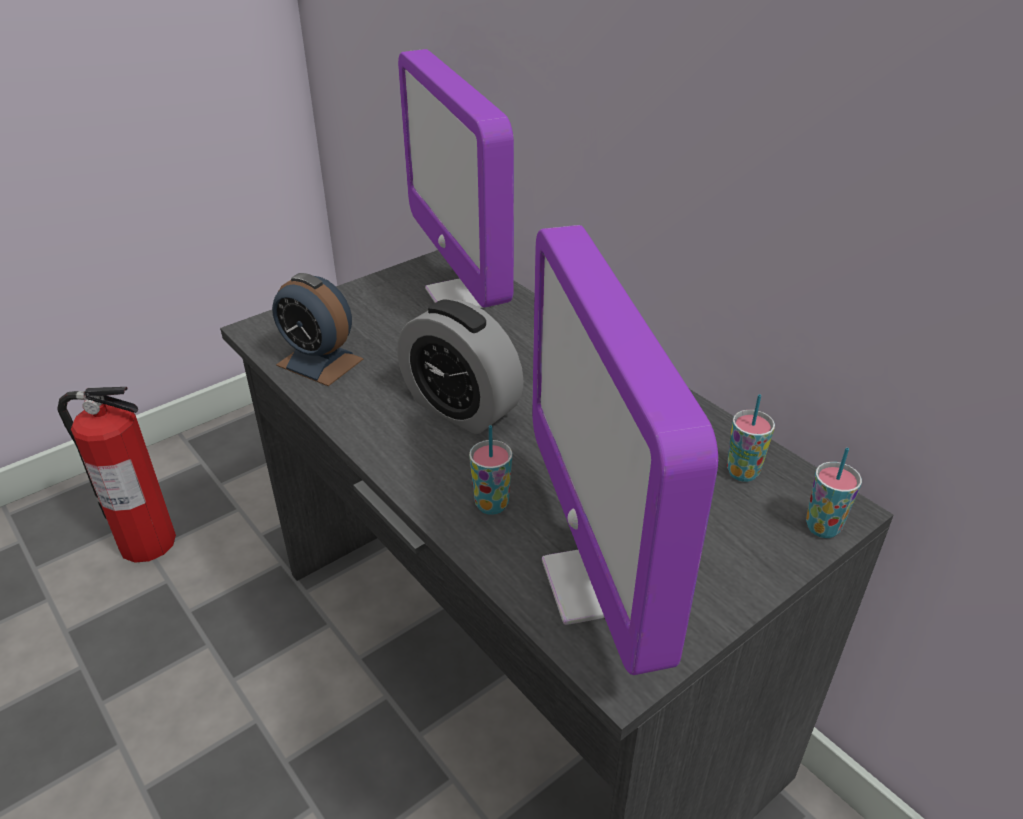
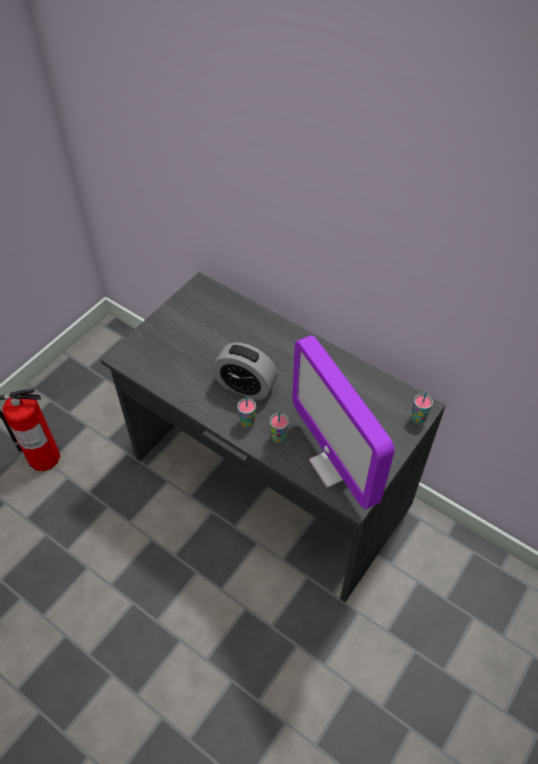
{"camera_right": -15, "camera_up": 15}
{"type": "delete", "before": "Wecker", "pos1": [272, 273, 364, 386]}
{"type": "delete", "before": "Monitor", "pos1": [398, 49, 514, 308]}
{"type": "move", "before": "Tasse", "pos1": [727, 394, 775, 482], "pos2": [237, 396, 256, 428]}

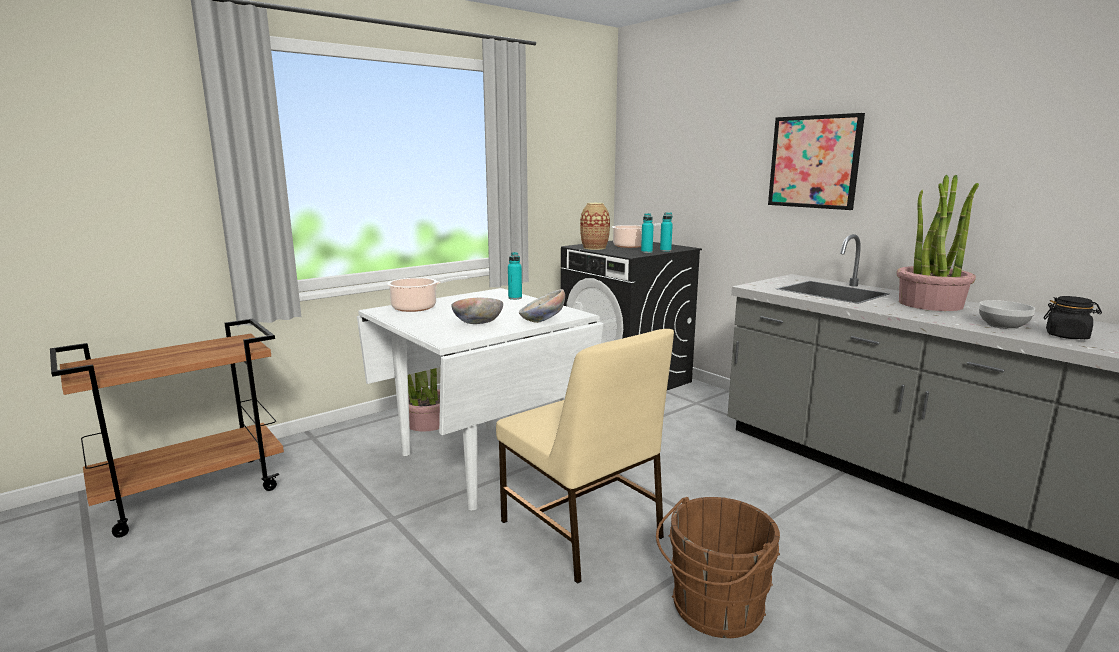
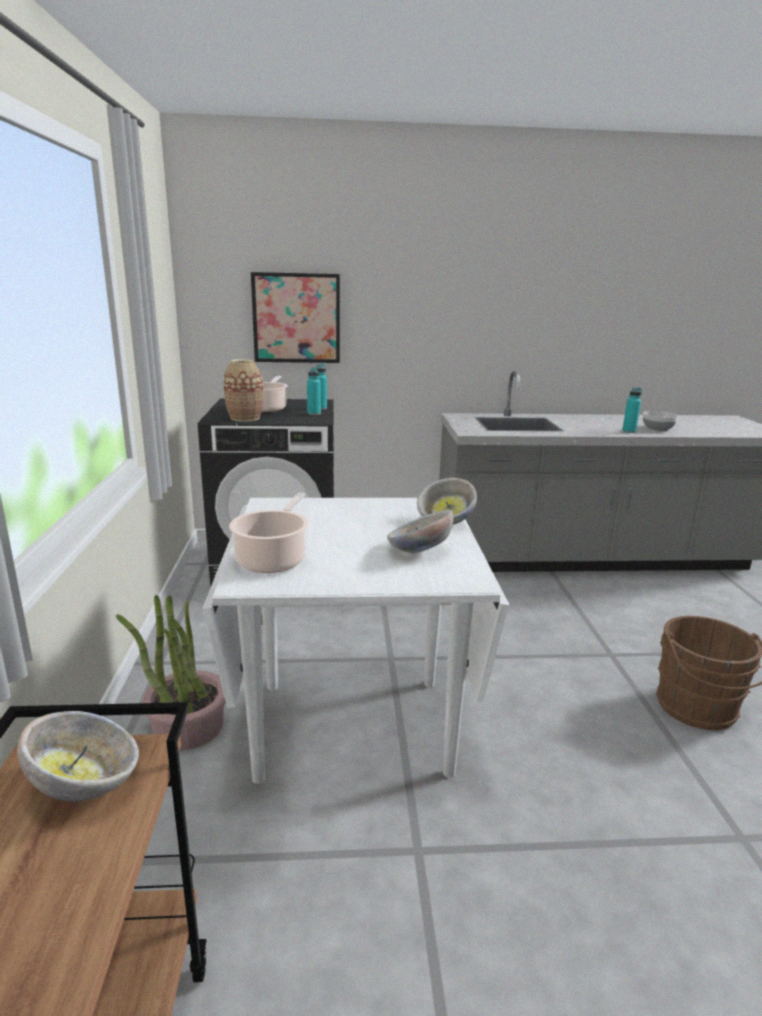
{"camera_right": -55, "camera_up": 5}
{"type": "delete", "before": "Stuhl/beige", "pos1": [496, 329, 674, 584]}
{"type": "move", "before": "Flasche/türkis", "pos1": [508, 252, 522, 300], "pos2": [622, 387, 642, 433]}
{"type": "move", "before": "Bild", "pos1": [768, 113, 865, 210], "pos2": [251, 272, 340, 363]}
{"type": "delete", "before": "Topfpflanze", "pos1": [897, 174, 979, 311]}
{"type": "delete", "before": "Vorratsglas/schwarz", "pos1": [1044, 296, 1102, 339]}
{"type": "insert", "after": "Schüssel", "pos2": [17, 711, 139, 802]}

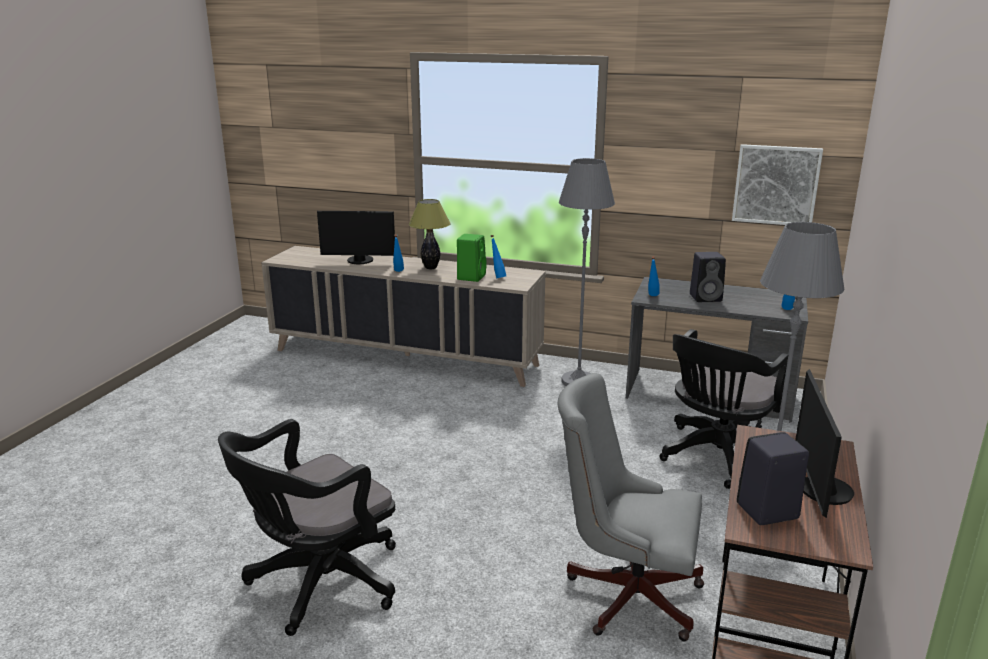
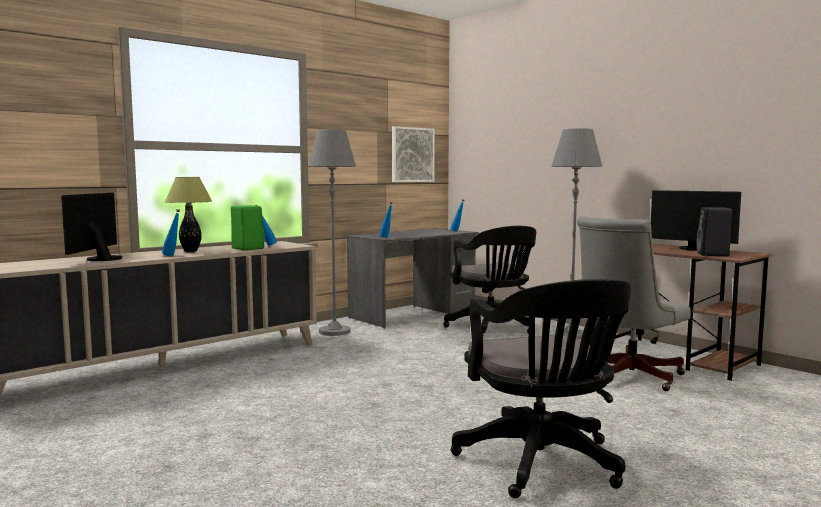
{"camera_right": -60, "camera_up": -15}
{"type": "rotate", "before": "Monitor", "pos1": [317, 211, 395, 264], "pos2": [61, 192, 123, 261], "turn": 150}
{"type": "delete", "before": "Lautsprecher/schwarz", "pos1": [690, 252, 726, 302]}

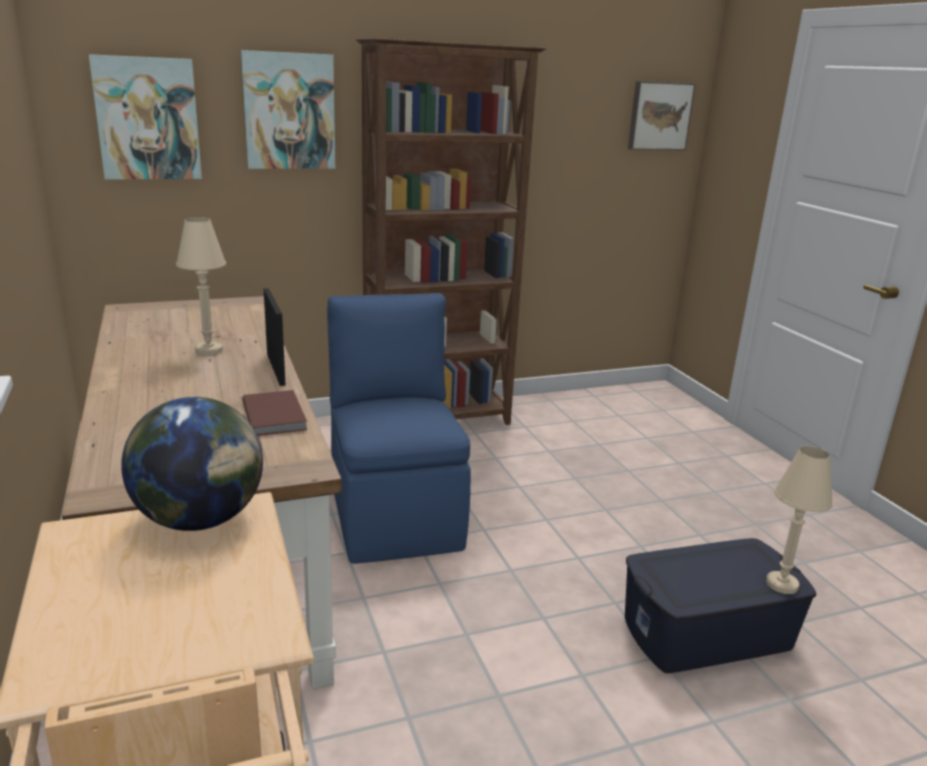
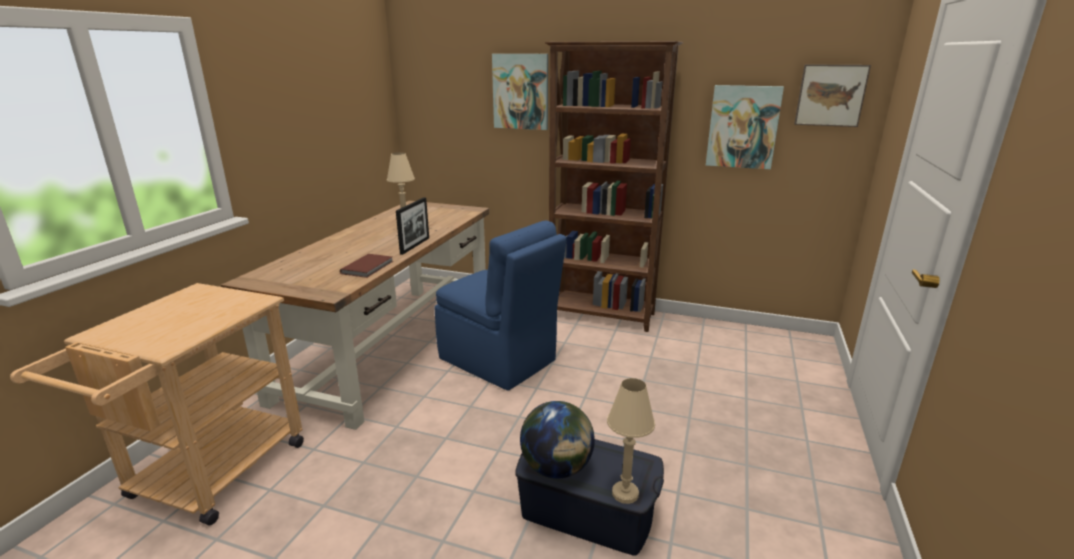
{"camera_right": 40, "camera_up": 0}
{"type": "move", "before": "Bild", "pos1": [89, 54, 202, 179], "pos2": [706, 85, 784, 169]}
{"type": "move", "before": "Globus", "pos1": [121, 397, 263, 531], "pos2": [520, 401, 595, 478]}
{"type": "rotate", "before": "Stuhl/blau", "pos1": [327, 293, 471, 564], "pos2": [435, 220, 567, 391], "turn": 105}

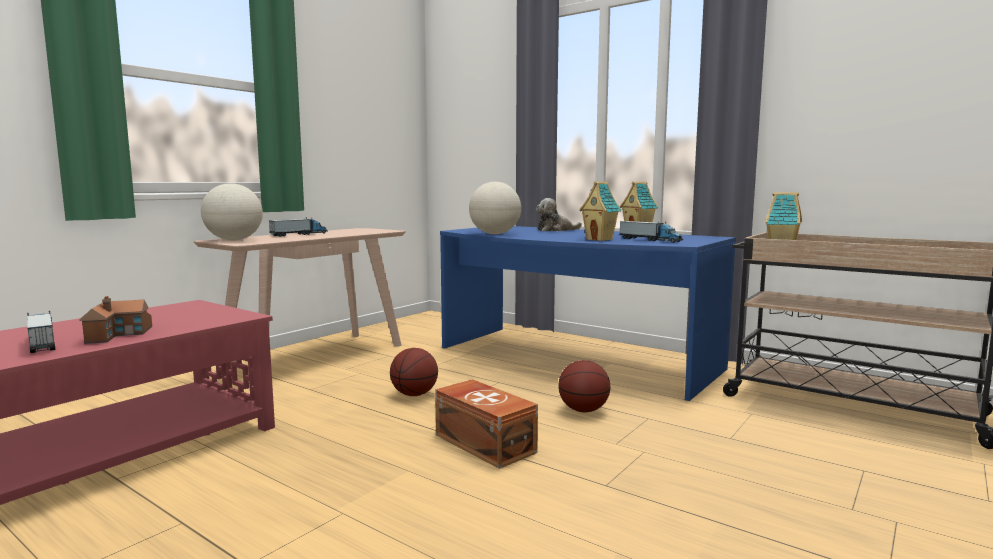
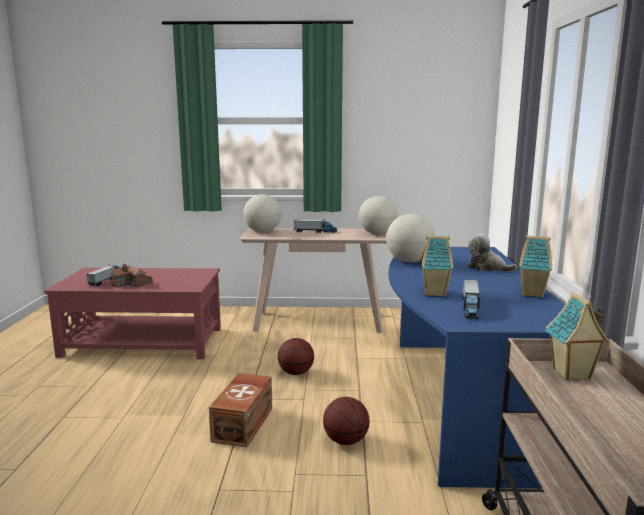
{"camera_right": 55, "camera_up": 5}
{"type": "insert", "after": "Globus", "pos2": [359, 196, 398, 235]}

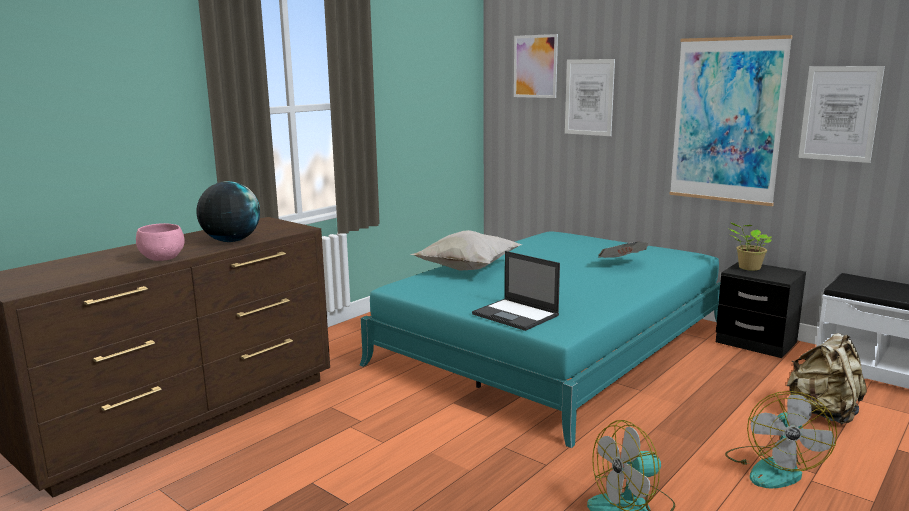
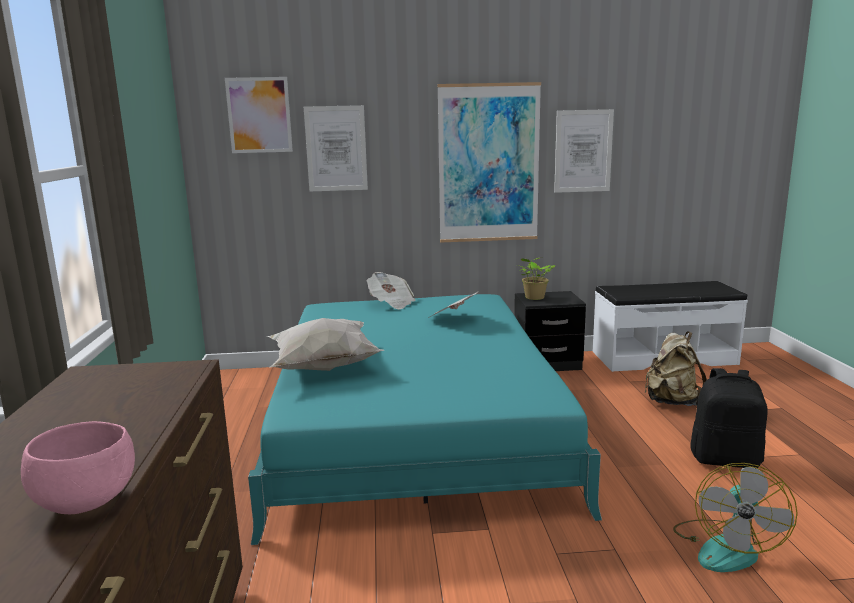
{"camera_right": -45, "camera_up": 0}
{"type": "delete", "before": "Globus", "pos1": [196, 181, 260, 242]}
{"type": "delete", "before": "Laptop", "pos1": [472, 251, 560, 331]}
{"type": "replace", "before": "Ventilator", "after": "Rucksack/schwarz", "pos1": [725, 391, 837, 488], "pos2": [690, 368, 768, 468]}
{"type": "insert", "after": "Zeitung", "pos2": [367, 272, 416, 310]}

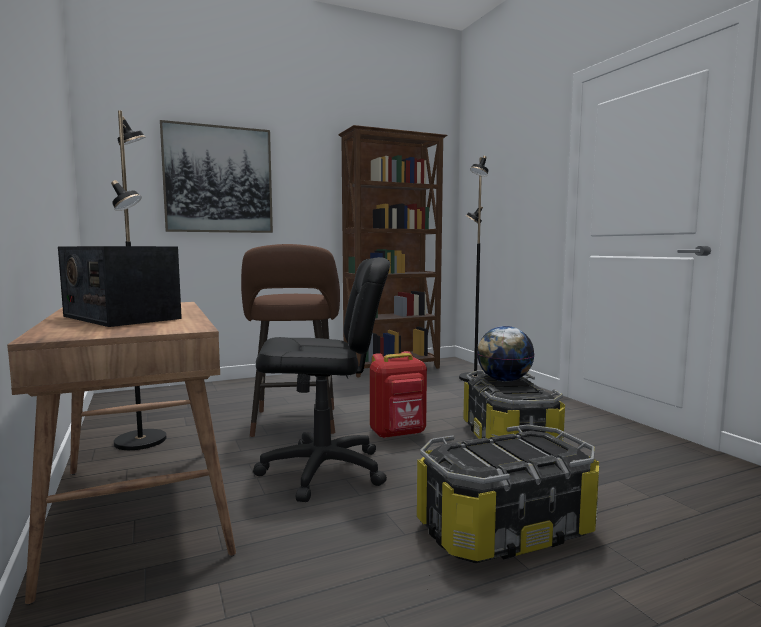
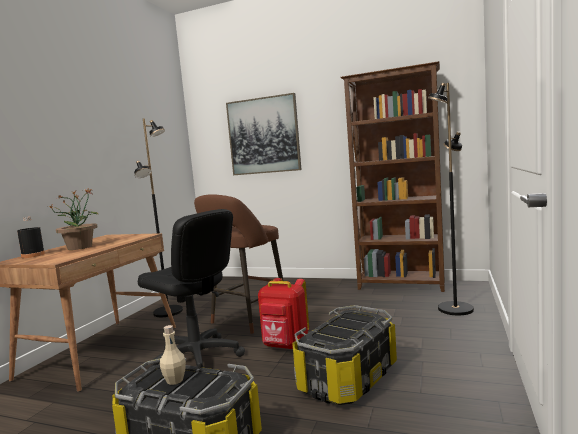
{"camera_right": 45, "camera_up": 0}
{"type": "replace", "before": "Radio", "after": "Topfpflanze", "pos1": [58, 246, 182, 327], "pos2": [49, 188, 99, 250]}
{"type": "delete", "before": "Globus", "pos1": [477, 326, 535, 382]}
{"type": "insert", "after": "Flasche/schwarz", "pos2": [17, 217, 45, 258]}
{"type": "insert", "after": "Flasche/beige", "pos2": [160, 325, 186, 385]}

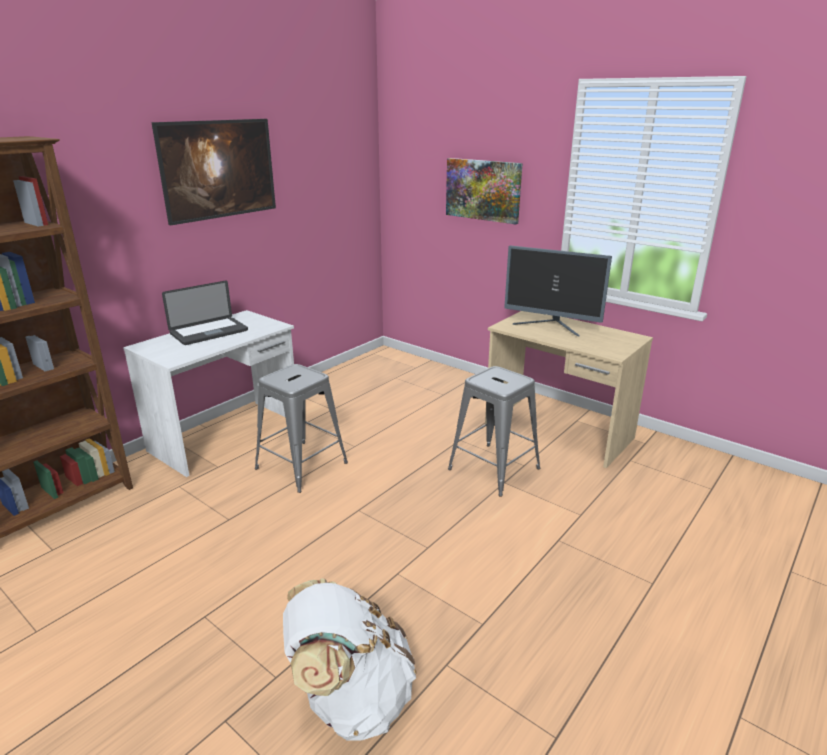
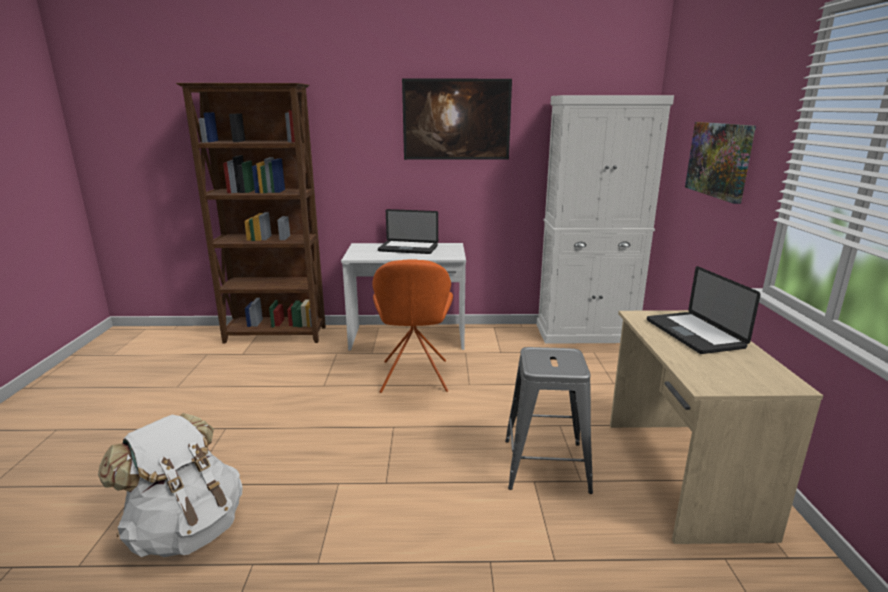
{"camera_right": 50, "camera_up": -5}
{"type": "replace", "before": "Hocker/grau", "after": "Stuhl/orange", "pos1": [255, 364, 348, 493], "pos2": [372, 259, 453, 393]}
{"type": "replace", "before": "Monitor", "after": "Laptop", "pos1": [504, 246, 612, 337], "pos2": [647, 266, 760, 354]}
{"type": "insert", "after": "Schrank/weiß", "pos2": [537, 95, 674, 344]}

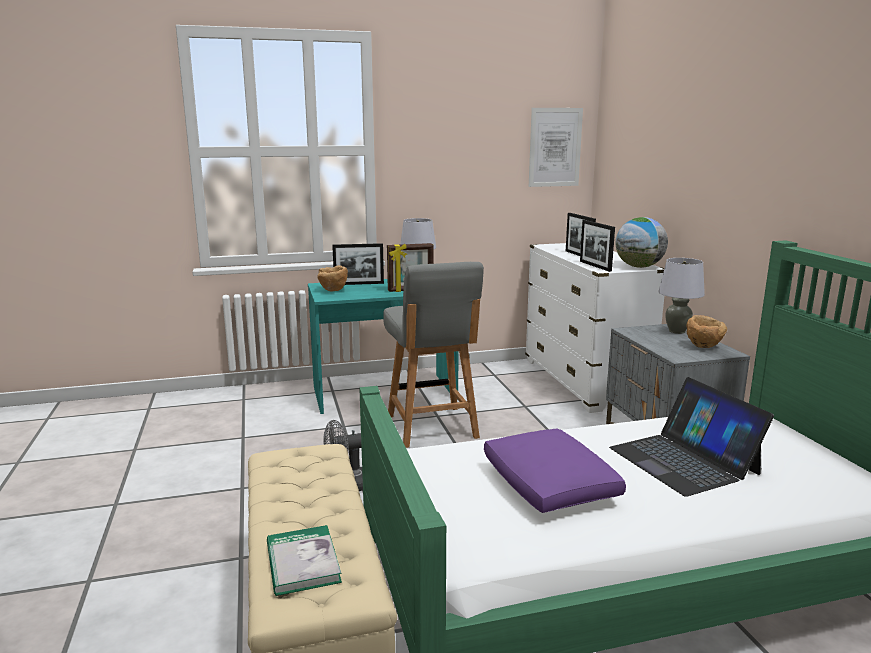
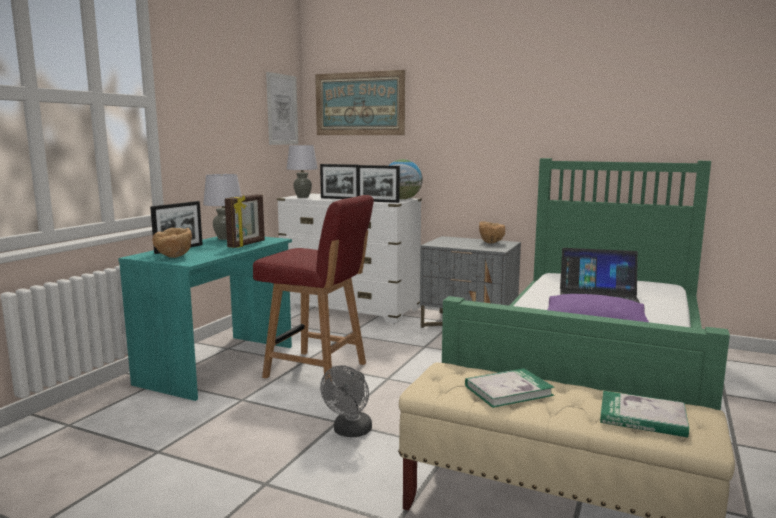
{"camera_right": -50, "camera_up": -5}
{"type": "recolor", "before": "Stuhl/grau", "after": "Stuhl/rot", "pos1": [383, 262, 484, 448], "pos2": [253, 195, 374, 381]}
{"type": "move", "before": "Tischlampe/grau", "pos1": [658, 258, 705, 334], "pos2": [287, 145, 318, 198]}
{"type": "insert", "after": "Bild", "pos2": [315, 70, 405, 135]}
{"type": "insert", "after": "Buch", "pos2": [465, 368, 555, 408]}

